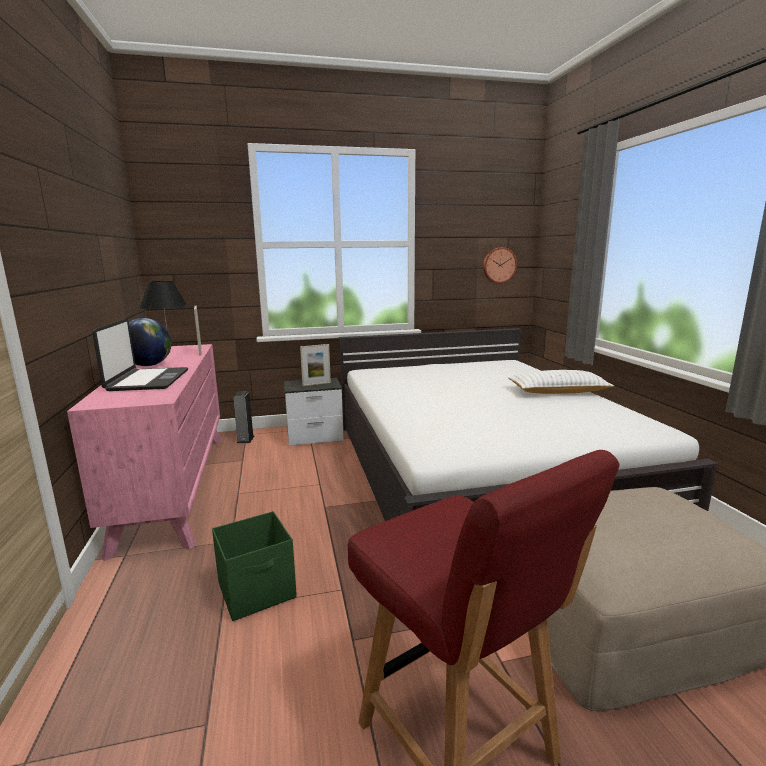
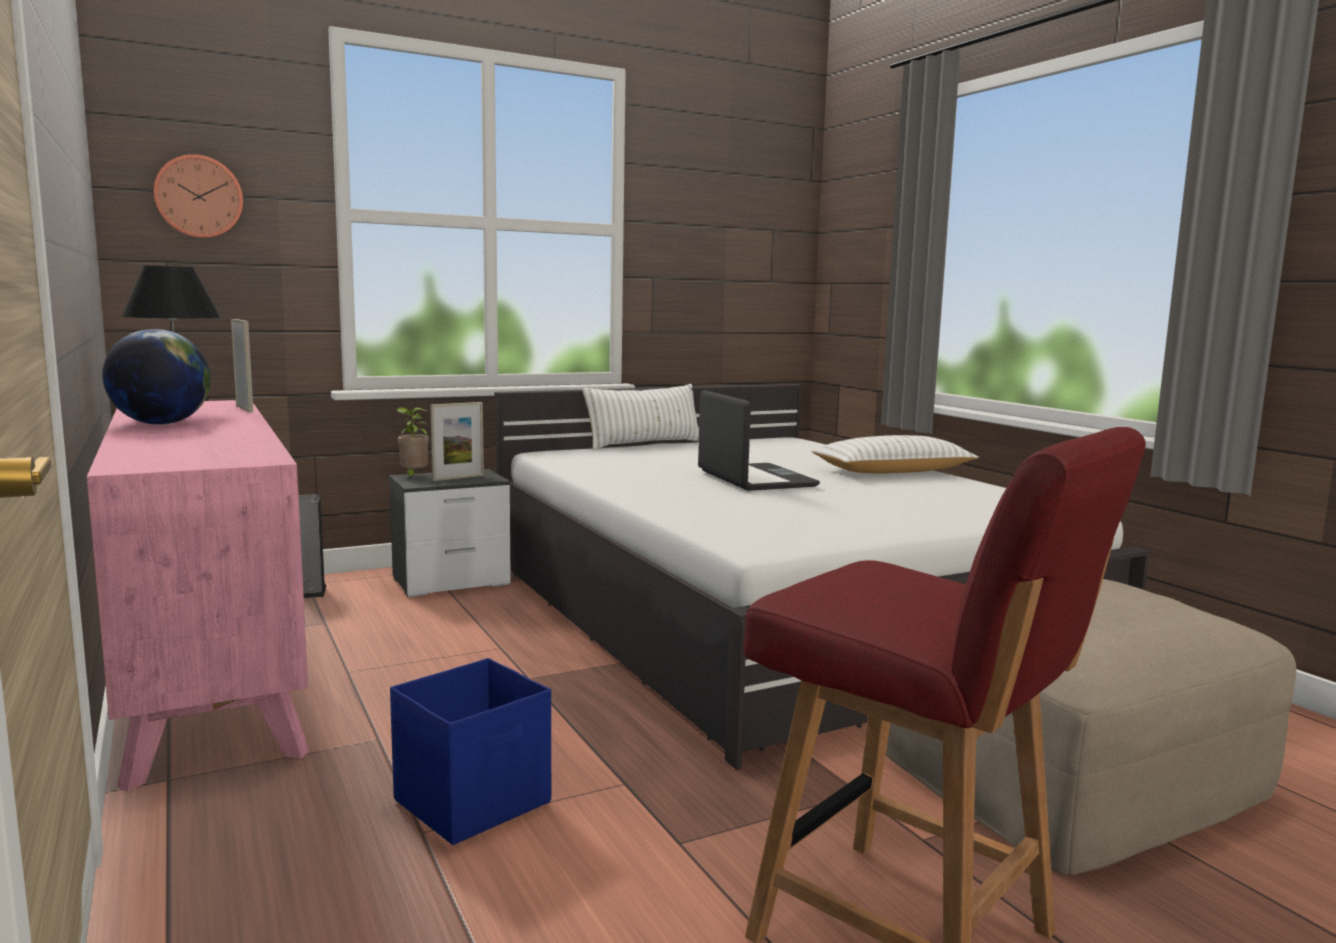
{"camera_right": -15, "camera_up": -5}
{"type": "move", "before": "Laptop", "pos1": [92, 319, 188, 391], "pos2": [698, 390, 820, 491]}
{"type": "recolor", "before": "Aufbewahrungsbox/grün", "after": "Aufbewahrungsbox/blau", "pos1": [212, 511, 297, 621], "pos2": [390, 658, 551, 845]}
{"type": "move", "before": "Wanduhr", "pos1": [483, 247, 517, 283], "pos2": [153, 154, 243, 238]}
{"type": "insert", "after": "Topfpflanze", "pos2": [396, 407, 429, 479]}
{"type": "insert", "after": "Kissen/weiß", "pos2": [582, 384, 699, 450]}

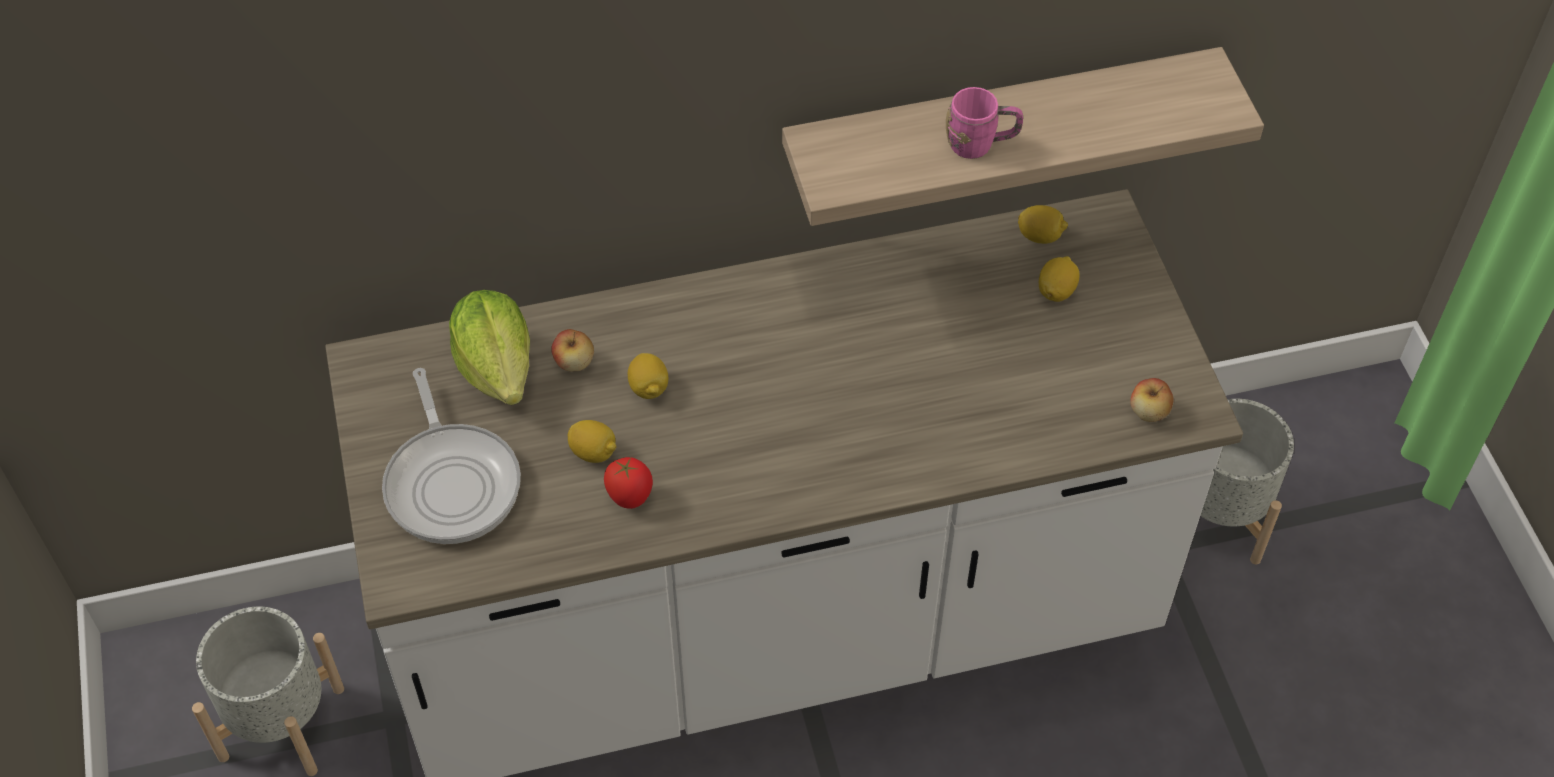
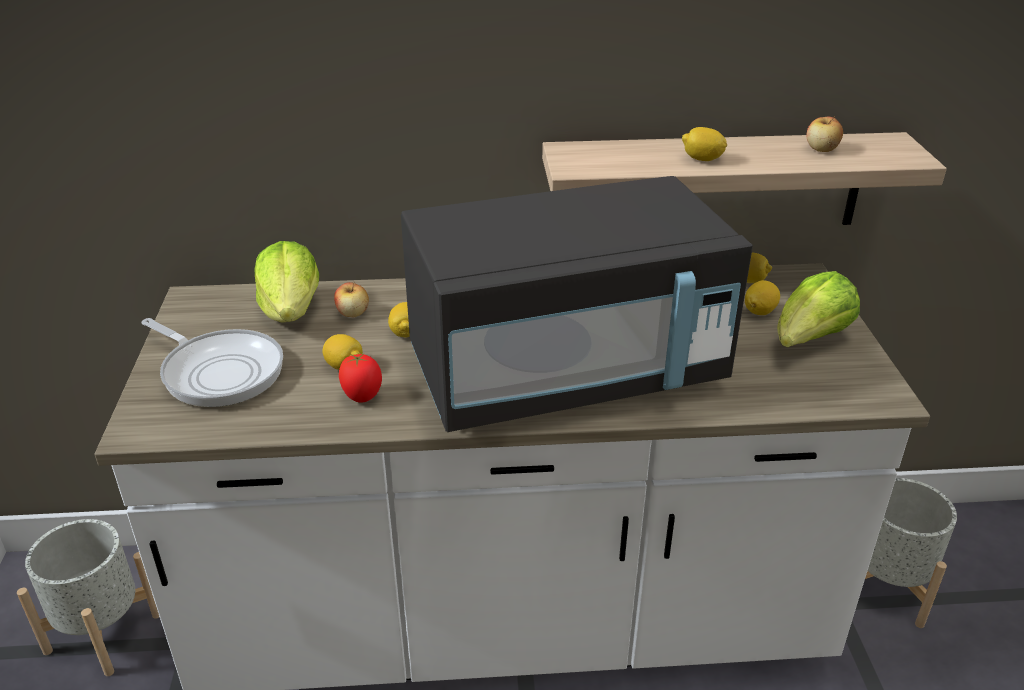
{"camera_right": 10, "camera_up": -20}
{"type": "rotate", "before": "Pfanne", "pos1": [382, 368, 521, 544], "pos2": [141, 318, 283, 407], "turn": -45}
{"type": "replace", "before": "Henkelbecher/rosa", "after": "Zitrone", "pos1": [946, 87, 1023, 159], "pos2": [682, 127, 727, 161]}
{"type": "move", "before": "Apfel", "pos1": [1130, 378, 1174, 422], "pos2": [806, 116, 843, 152]}
{"type": "insert", "after": "Mikrowelle/schwarz", "pos2": [401, 176, 753, 432]}
{"type": "insert", "after": "Salatkopf", "pos2": [777, 271, 860, 347]}

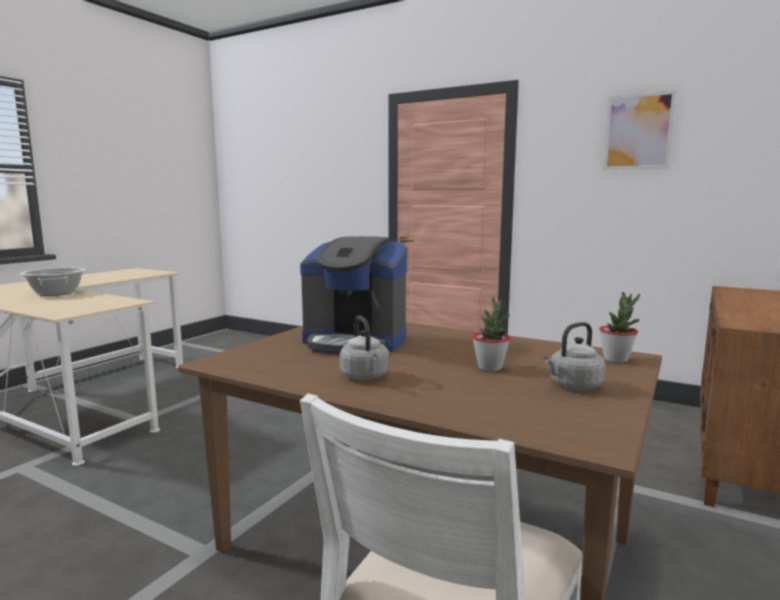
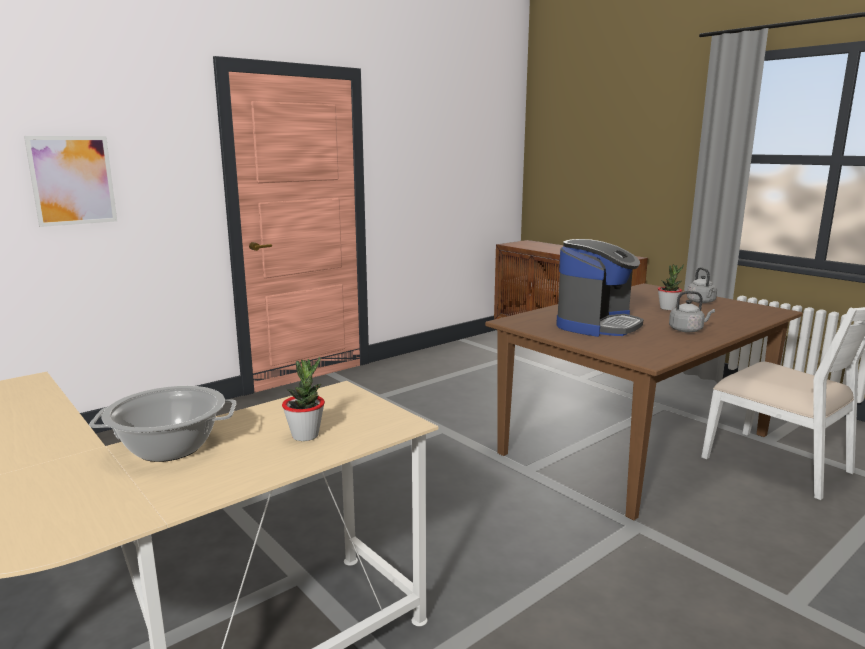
{"camera_right": -70, "camera_up": 5}
{"type": "move", "before": "Topfpflanze", "pos1": [599, 292, 640, 363], "pos2": [282, 357, 325, 441]}
{"type": "move", "before": "Bild", "pos1": [603, 90, 676, 170], "pos2": [24, 136, 117, 227]}

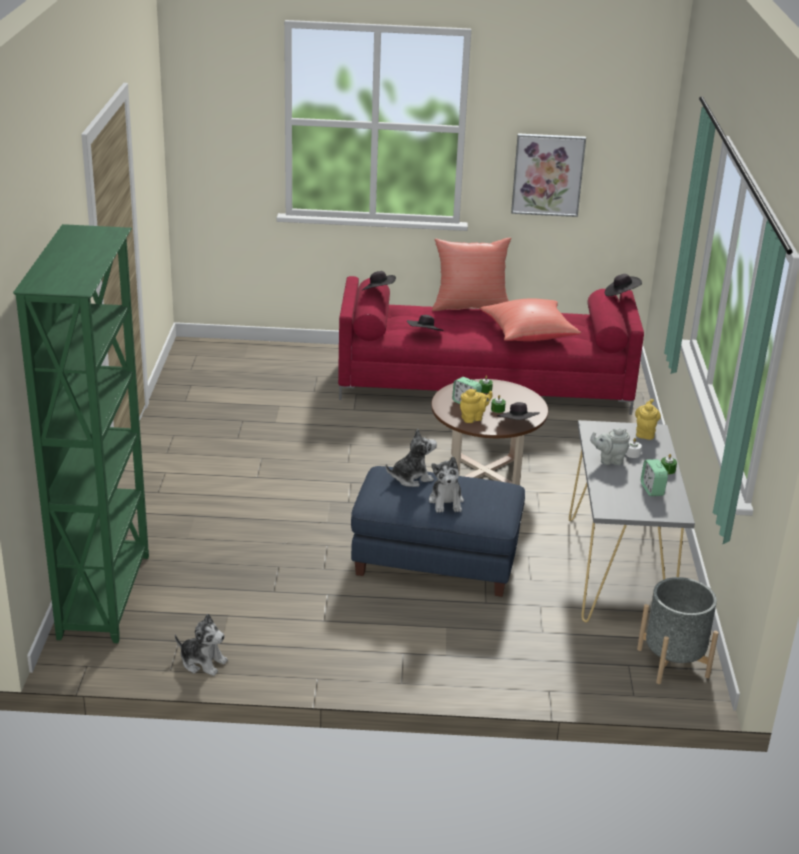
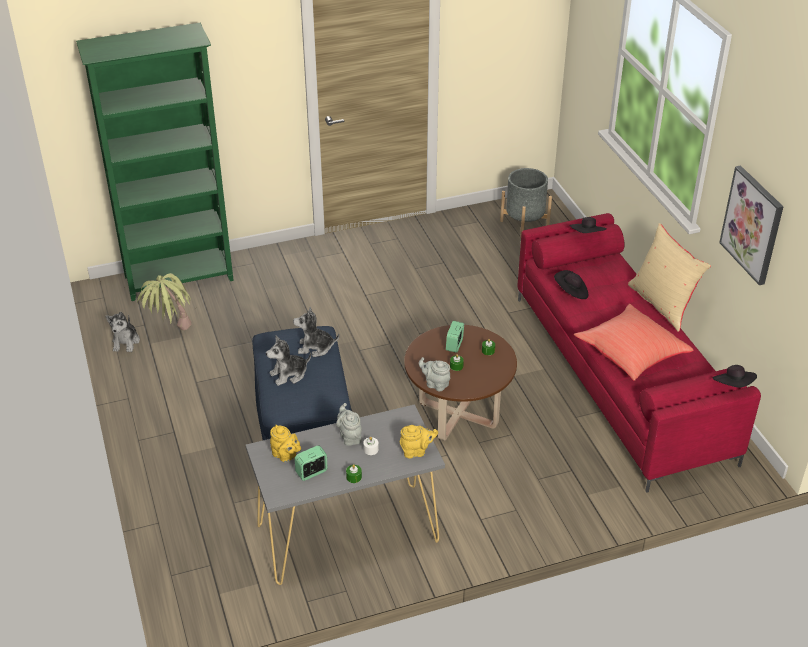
{"camera_right": 70, "camera_up": 10}
{"type": "rotate", "before": "Plüschtier", "pos1": [386, 429, 437, 487], "pos2": [293, 307, 339, 357], "turn": 135}
{"type": "recolor", "before": "Kissen/rot", "after": "Kissen/beige", "pos1": [432, 237, 511, 311], "pos2": [628, 223, 711, 332]}
{"type": "move", "before": "Teekanne/gelb", "pos1": [460, 389, 493, 423], "pos2": [270, 425, 301, 462]}
{"type": "replace", "before": "Hut/schwarz", "after": "Teekanne/grau", "pos1": [497, 402, 540, 420], "pos2": [419, 357, 451, 392]}
{"type": "move", "before": "Pflanzkübel/grau", "pos1": [637, 577, 719, 684], "pos2": [500, 168, 552, 238]}
{"type": "insert", "after": "Topfpflanze", "pos2": [137, 273, 192, 330]}

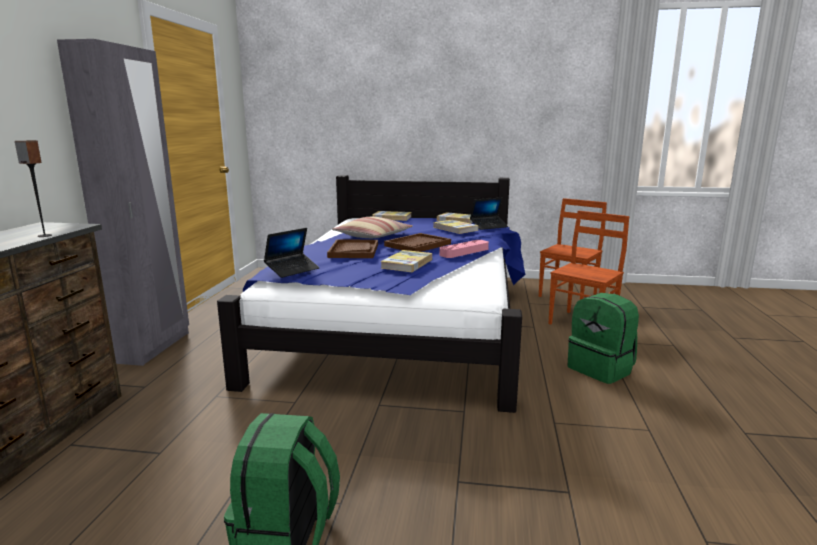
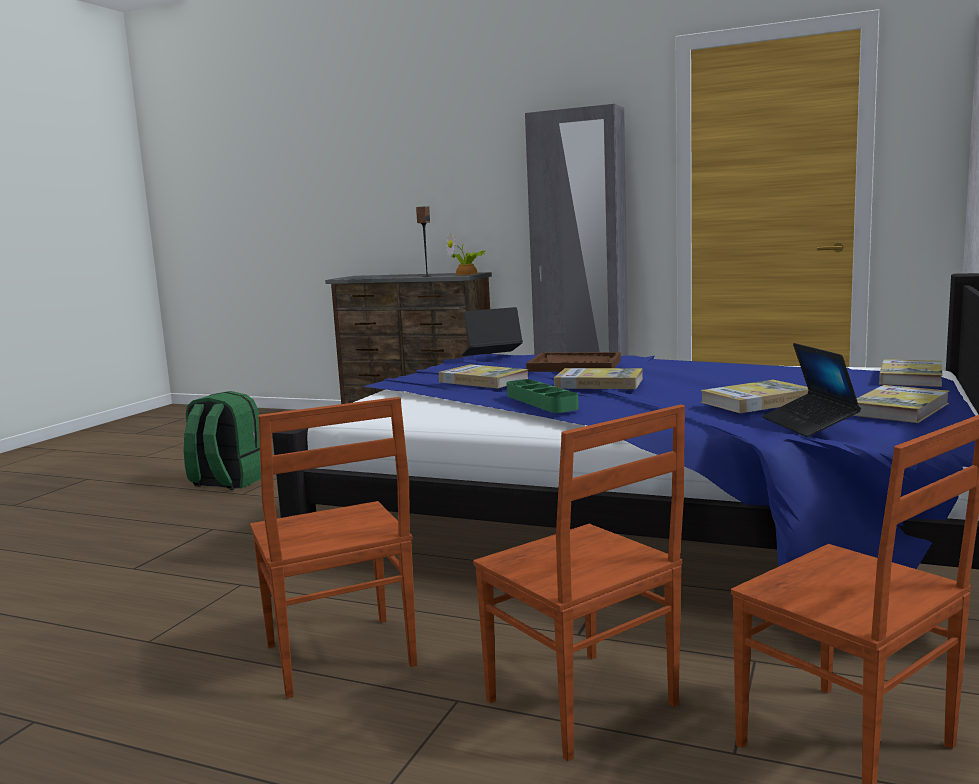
{"camera_right": 105, "camera_up": -5}
{"type": "rotate", "before": "Laptop", "pos1": [264, 228, 320, 278], "pos2": [461, 307, 523, 356], "turn": 105}
{"type": "delete", "before": "Kissen", "pos1": [332, 217, 413, 238]}
{"type": "replace", "before": "Tablett/braun", "after": "Buch", "pos1": [384, 233, 451, 252], "pos2": [554, 368, 643, 389]}
{"type": "recolor", "before": "Tablett/rosa", "after": "Tablett/grün", "pos1": [439, 240, 489, 258], "pos2": [507, 379, 579, 413]}
{"type": "replace", "before": "Rucksack/grün", "after": "Stuhl/braun", "pos1": [568, 293, 639, 384], "pos2": [250, 397, 417, 698]}
{"type": "insert", "after": "Topfpflanze", "pos2": [446, 232, 486, 275]}

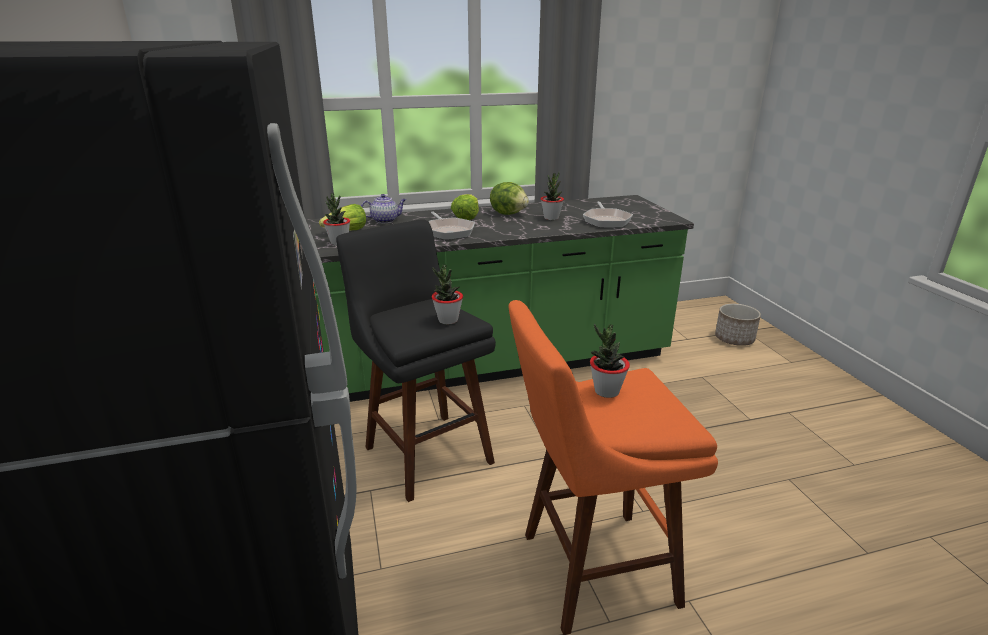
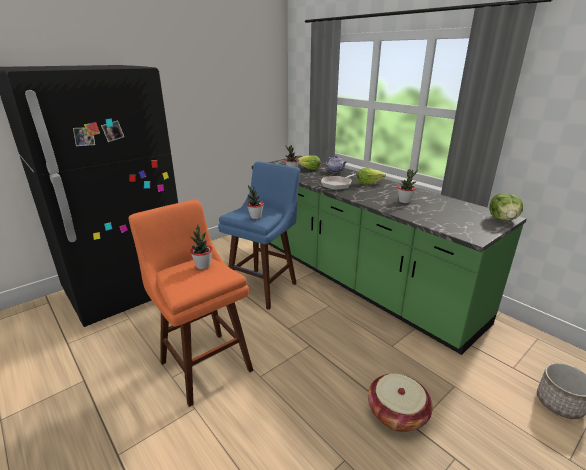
{"camera_right": 65, "camera_up": 0}
{"type": "recolor", "before": "Hocker/schwarz", "after": "Hocker/blau", "pos1": [336, 219, 496, 502], "pos2": [218, 162, 300, 310]}
{"type": "move", "before": "Salatkopf", "pos1": [490, 182, 529, 215], "pos2": [489, 193, 523, 221]}
{"type": "delete", "before": "Pfanne", "pos1": [583, 201, 633, 228]}
{"type": "insert", "after": "Korb", "pos2": [368, 374, 433, 432]}

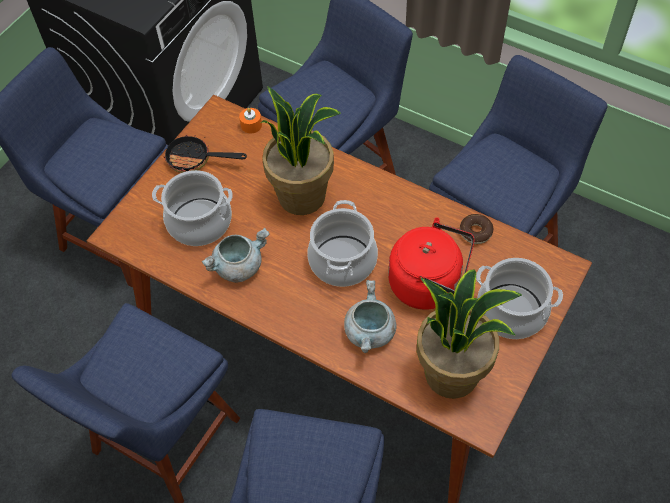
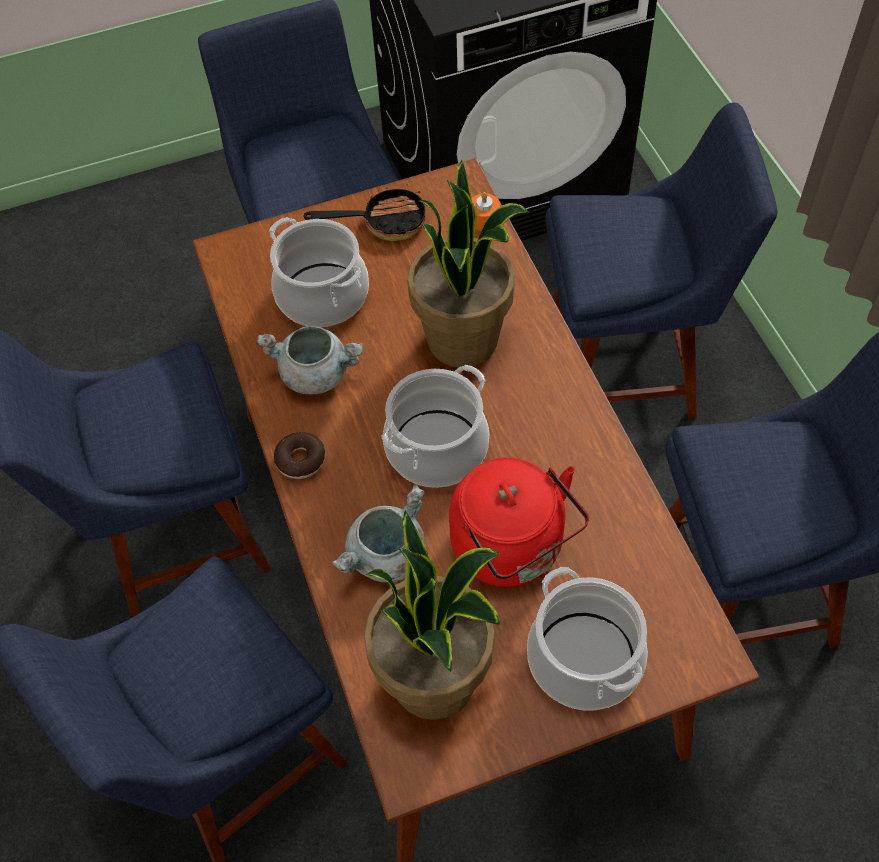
{"camera_right": 40, "camera_up": 0}
{"type": "rotate", "before": "Pfanne", "pos1": [162, 131, 247, 173], "pos2": [304, 184, 426, 241], "turn": 120}
{"type": "move", "before": "Donut", "pos1": [460, 214, 494, 244], "pos2": [274, 432, 325, 479]}

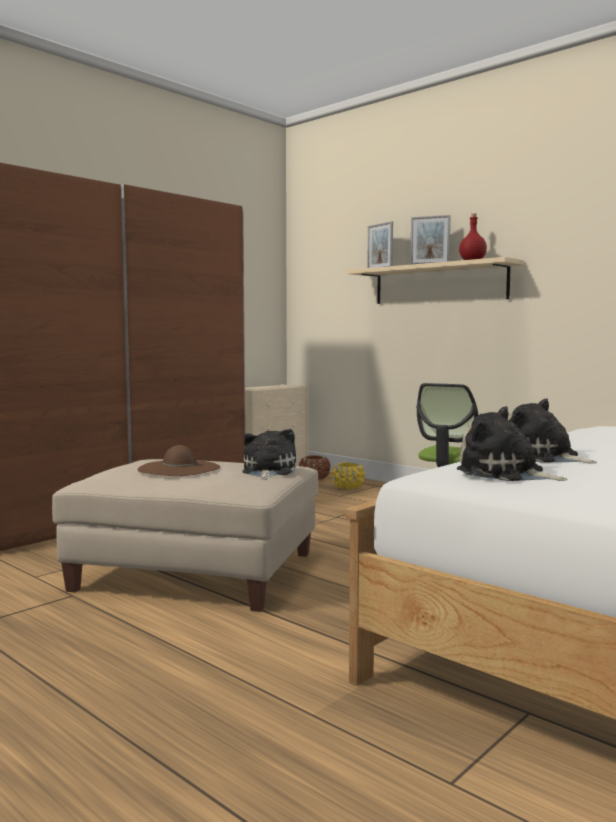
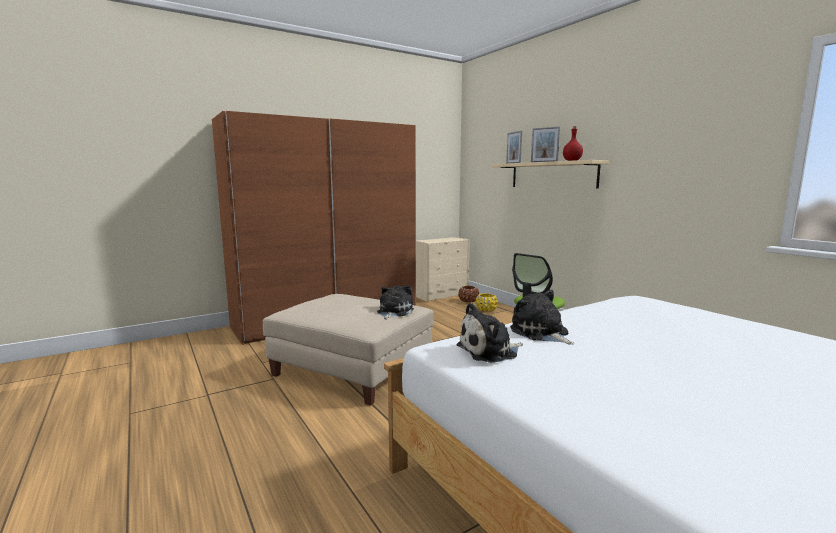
{"camera_right": 15, "camera_up": 5}
{"type": "delete", "before": "Hut/braun", "pos1": [138, 445, 220, 476]}
{"type": "rotate", "before": "Plüschtier", "pos1": [457, 406, 568, 481], "pos2": [456, 303, 523, 363], "turn": -75}

